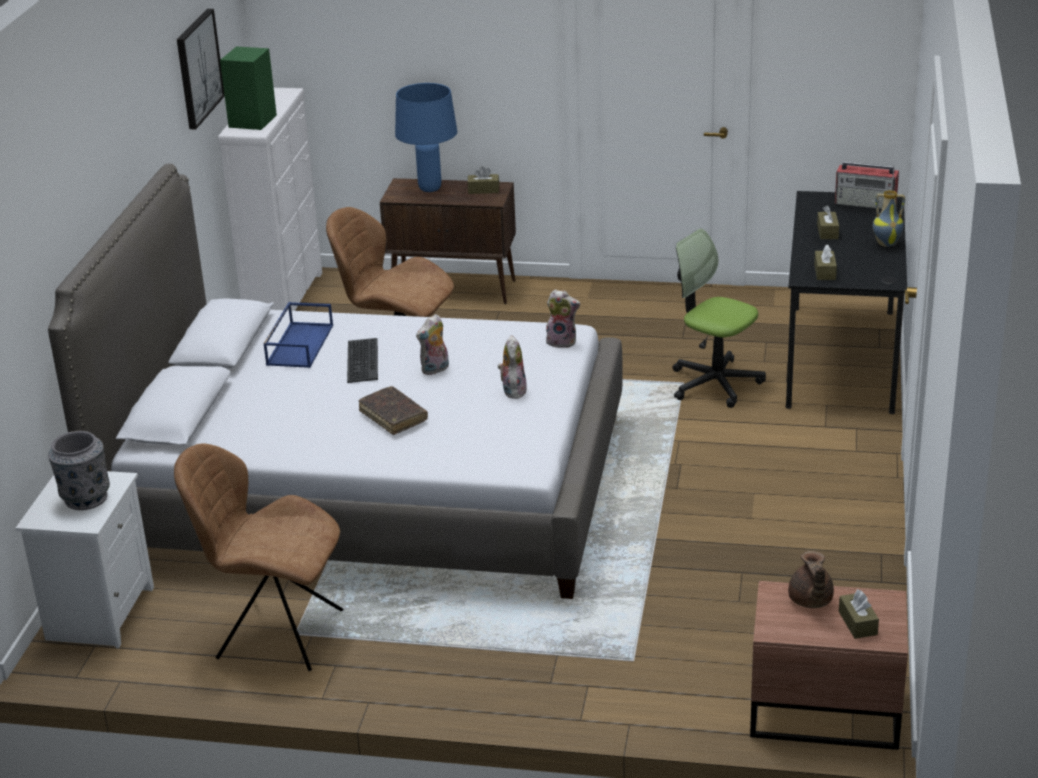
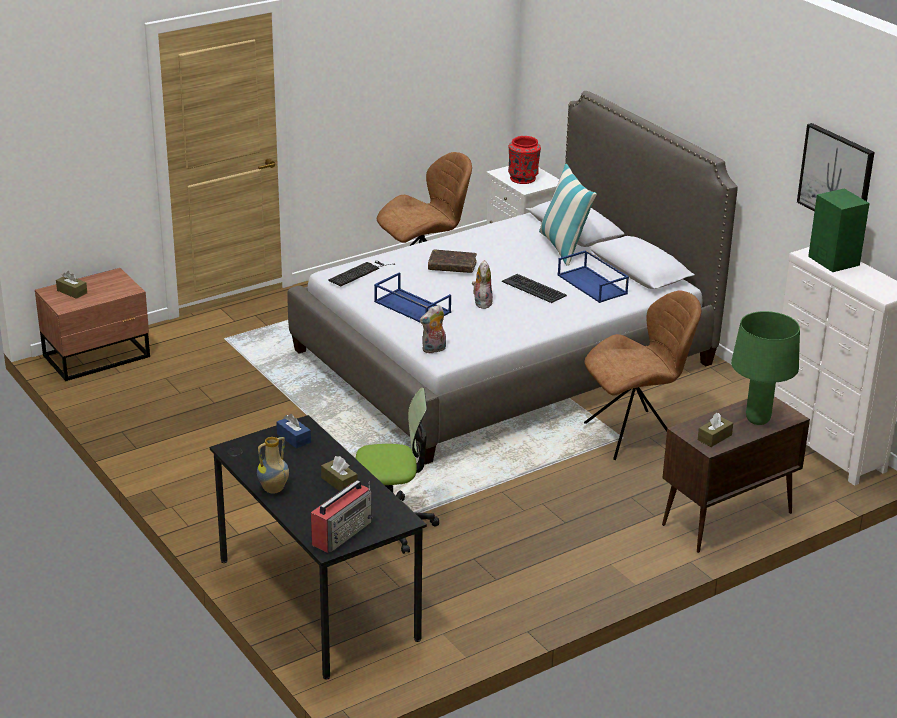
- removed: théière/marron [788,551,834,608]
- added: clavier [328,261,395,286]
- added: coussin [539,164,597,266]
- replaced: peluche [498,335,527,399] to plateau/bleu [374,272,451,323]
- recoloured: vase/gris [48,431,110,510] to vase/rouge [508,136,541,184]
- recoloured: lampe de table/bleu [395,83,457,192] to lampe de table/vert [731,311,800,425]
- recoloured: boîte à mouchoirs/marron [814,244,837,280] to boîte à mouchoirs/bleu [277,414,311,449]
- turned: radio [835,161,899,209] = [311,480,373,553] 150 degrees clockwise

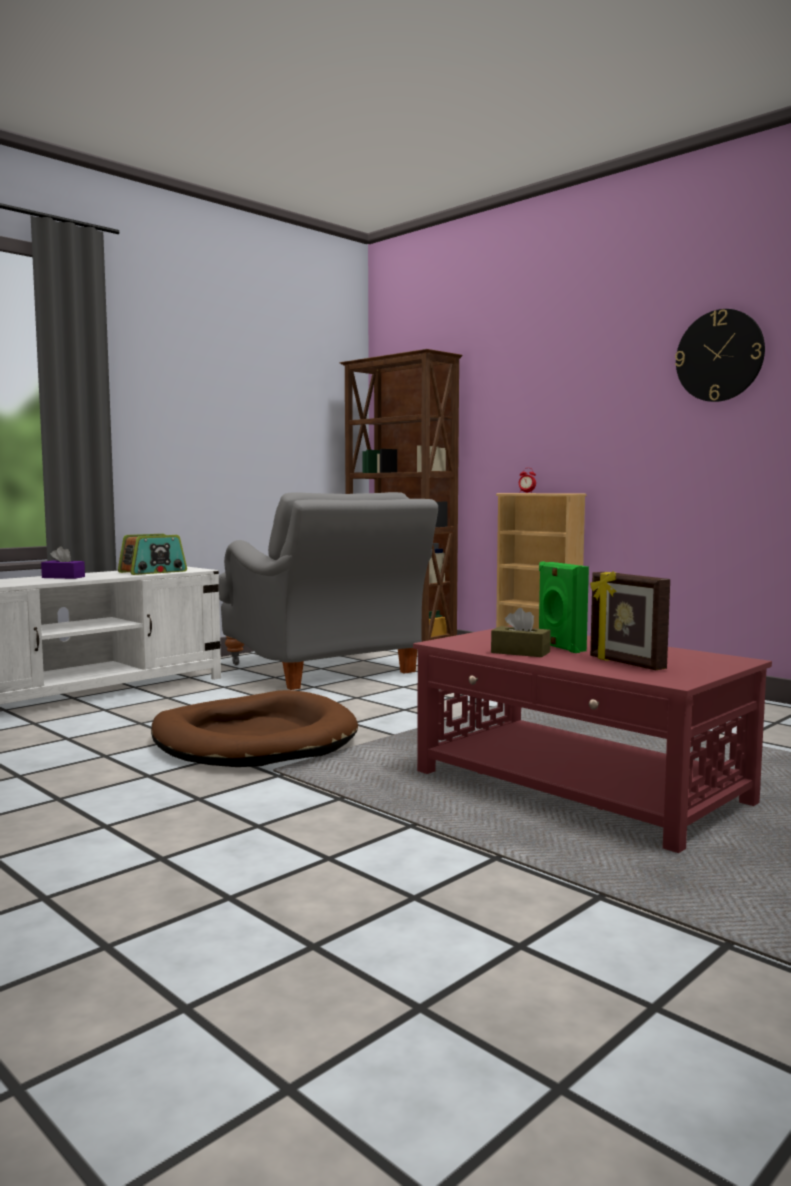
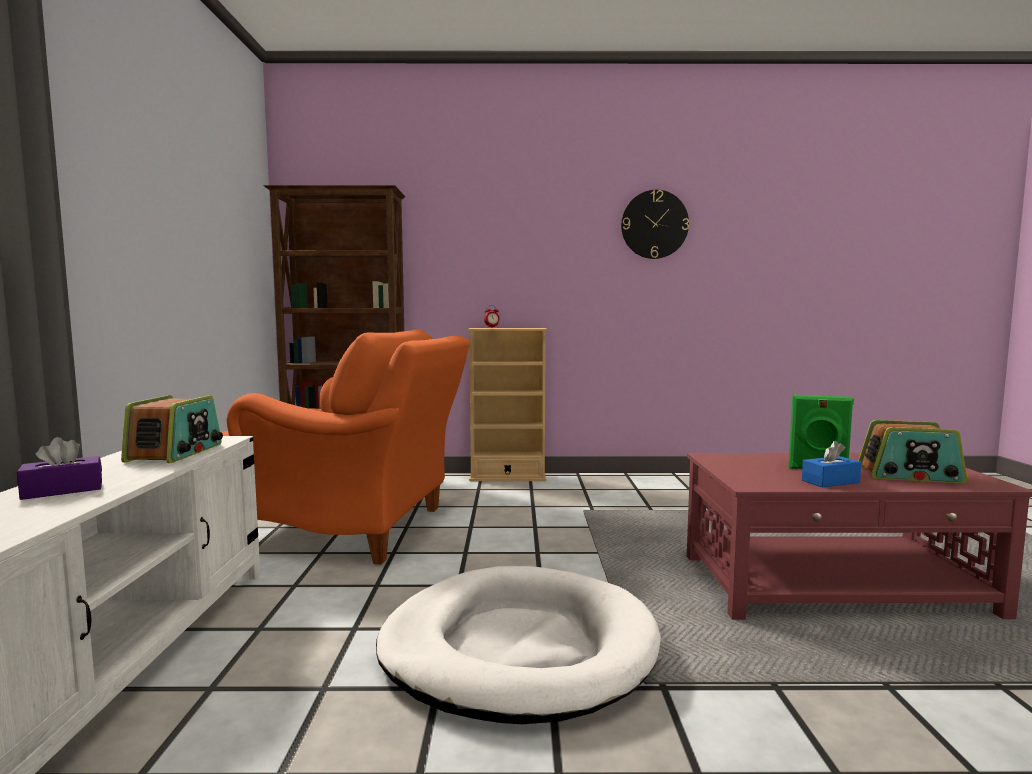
- replaced: cadre photo [590,571,670,670] to radio [858,420,967,483]
- recoloured: panier pour chien/marron [151,690,358,767] to panier pour chien/blanc [376,566,661,724]
- recoloured: fauteuil/gris [219,492,438,690] to fauteuil/orange [222,329,470,565]
- recoloured: boîte à mouchoirs/marron [491,608,551,657] to boîte à mouchoirs/bleu [802,441,861,487]

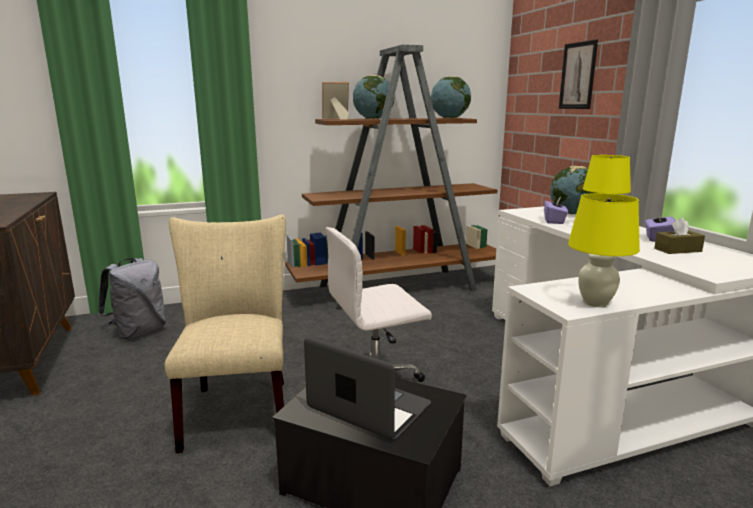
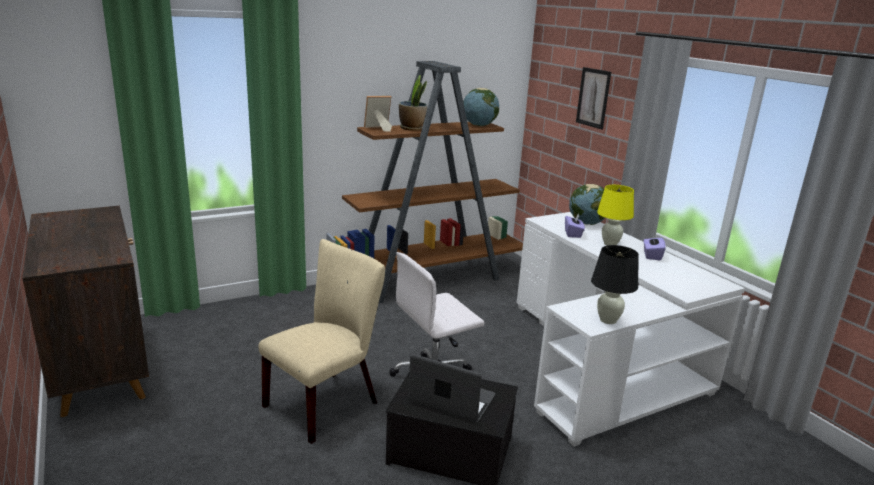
- removed: sac à dos/gris [98,258,166,340]
- removed: boîte à mouchoirs/marron [654,217,705,254]
- replaced: globe [353,75,395,119] to plante en pot [399,75,427,131]
- recoloured: lampe de table/jaune [568,193,640,307] to lampe de table/noir [591,245,639,324]
- turned: chaise/beige [164,214,286,453] = [259,239,385,444] 60 degrees clockwise

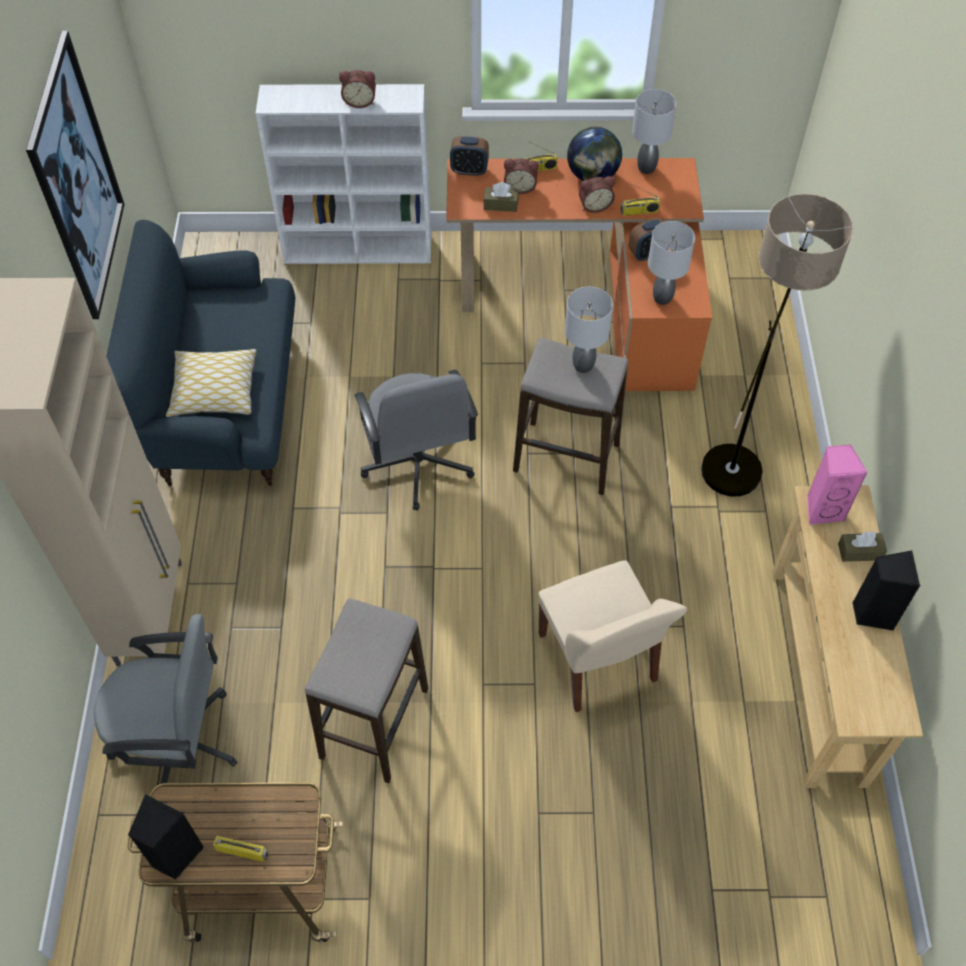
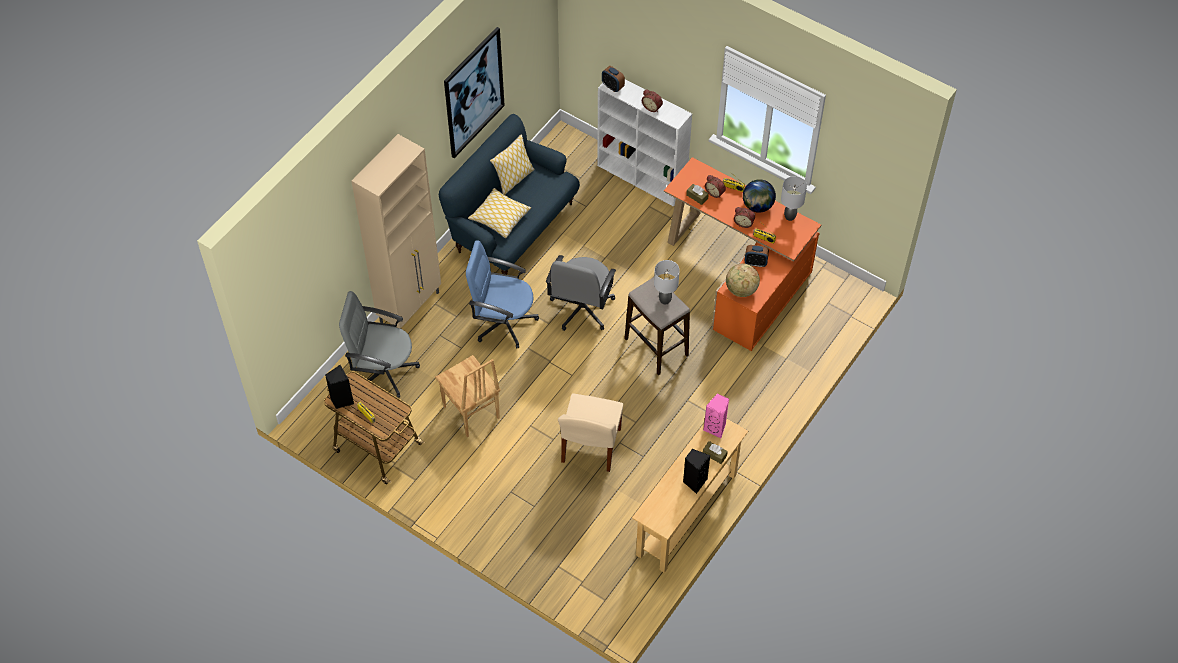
- removed: lampadaire [701,194,853,496]
- added: chaise de bureau/bleu [466,240,539,348]
- added: coussin [490,135,535,195]
- moved: réveil [450,136,489,176] to [602,66,625,92]
- replaced: tabouret [305,598,429,783] to chaise/marron [435,355,501,438]
- replaced: lampe de table/gris [648,221,695,305] to globe [726,263,760,297]
- turned: chaise de bureau/gris [94,614,237,784] = [339,291,420,398] 150 degrees clockwise

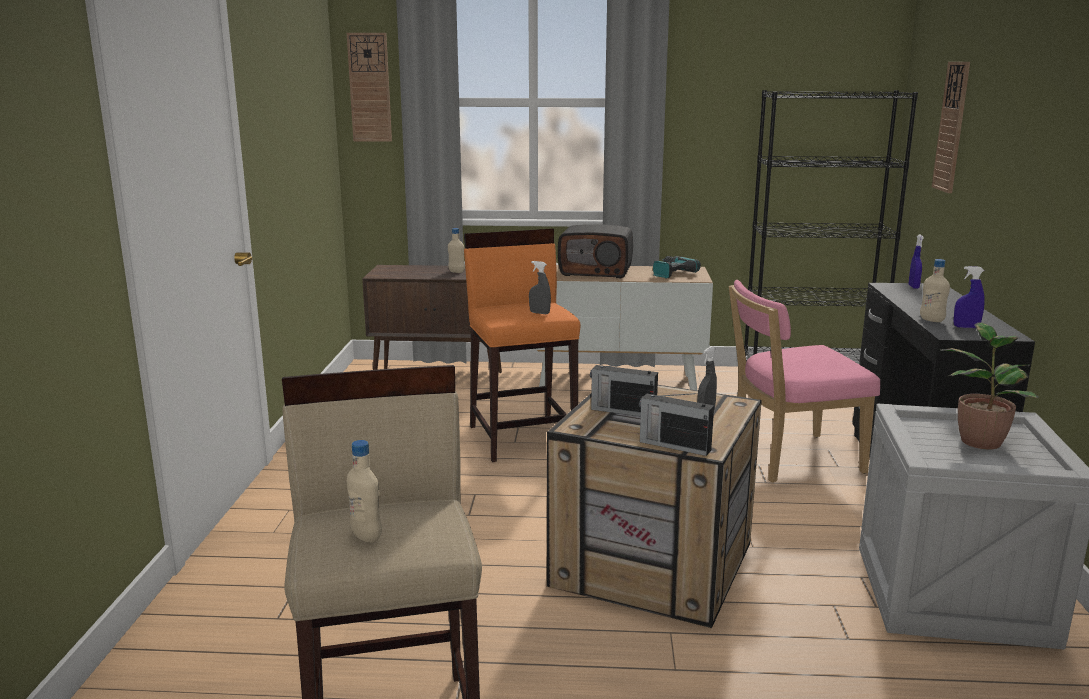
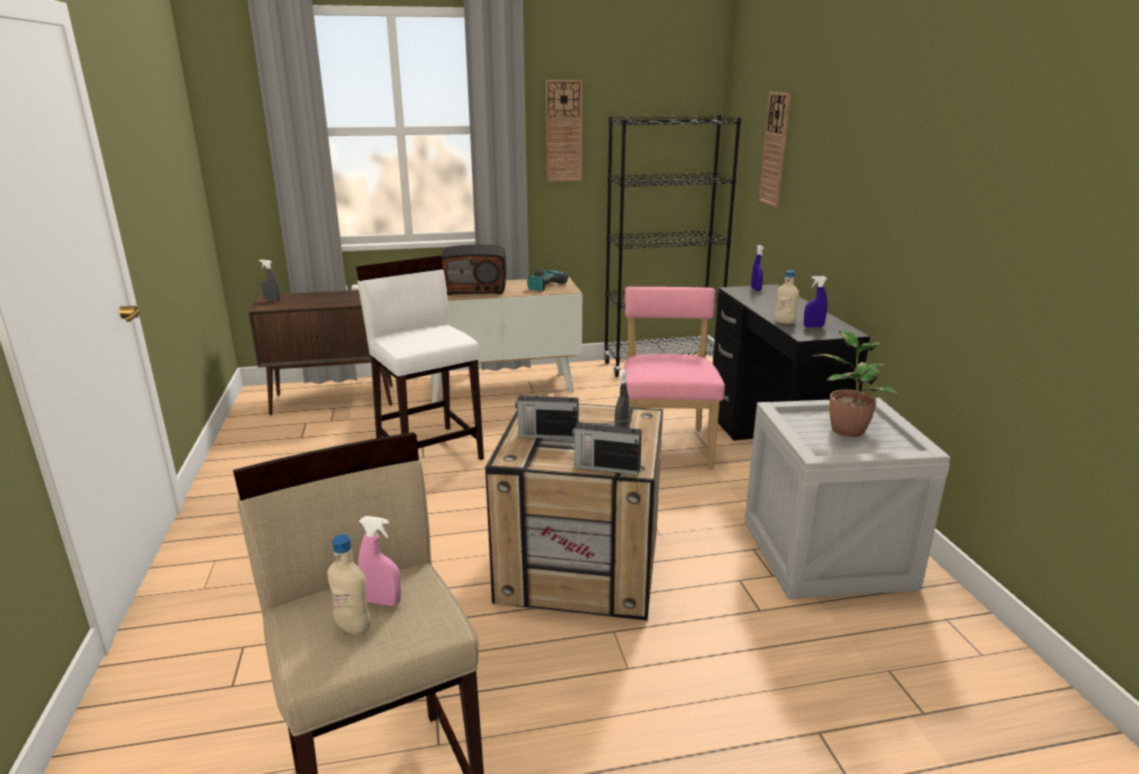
- removed: bouteille/beige [448,228,465,273]
- added: vaporisateur/rose [358,516,401,606]
- moved: horloge murale [347,33,392,142] to [546,80,582,181]
- moved: vaporisateur/gris [529,261,551,314] to [259,260,280,302]
- recoloured: tabouret/orange [464,229,580,462] to tabouret/blanc [356,256,484,460]
- turned: chaise/rose [728,280,880,482] = [623,287,725,468] 120 degrees clockwise

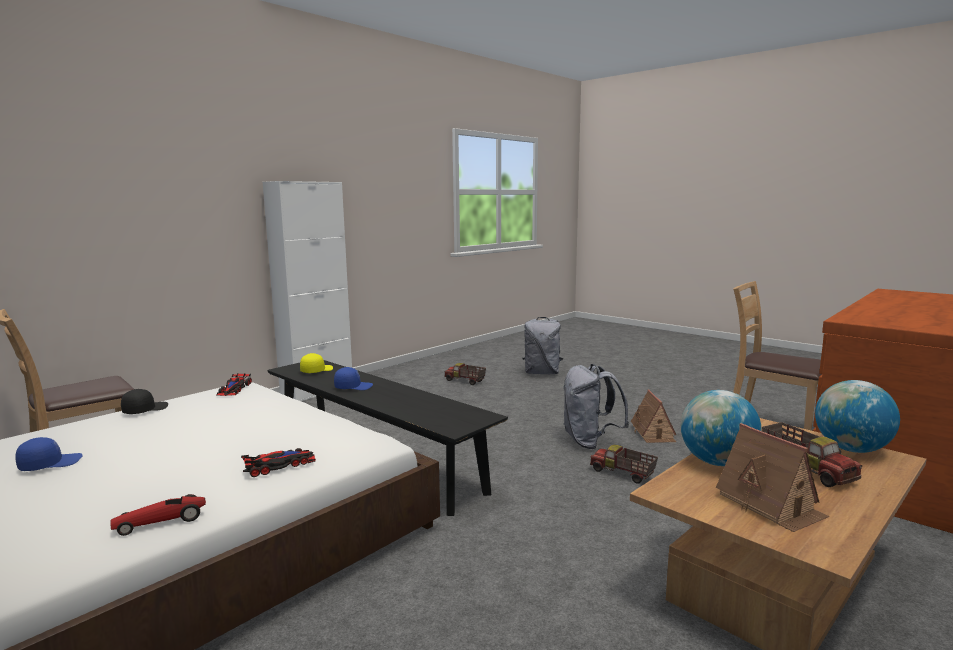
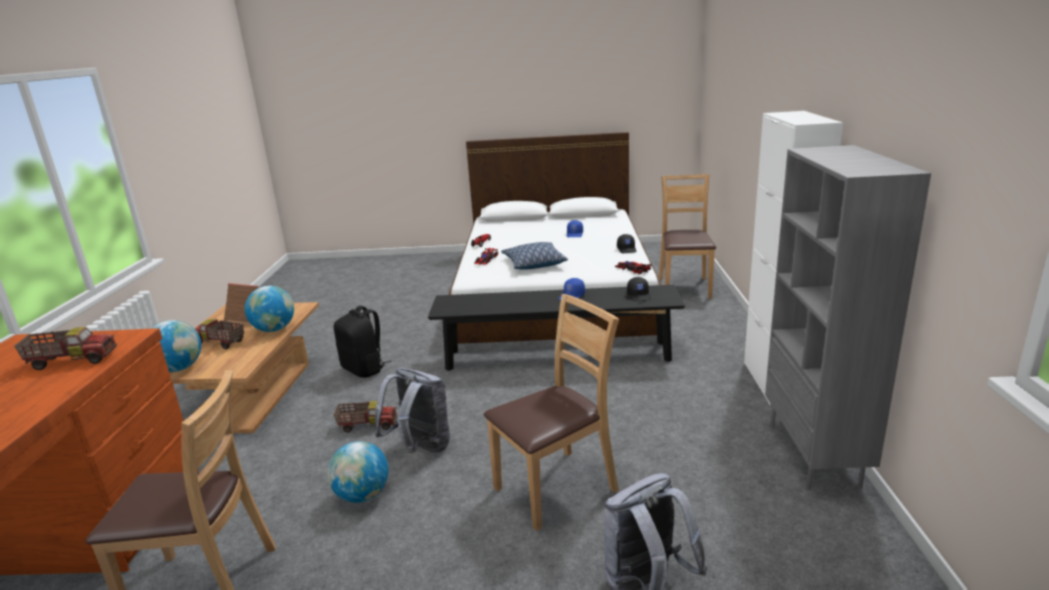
- added: sac à dos/noir [334,306,391,378]
- added: chaise/marron [484,294,619,531]
- added: coussin [501,242,568,270]
- added: bibliothèque/gris [765,145,931,490]
- moved: camion jouet [444,363,486,385] to [14,327,117,370]
- replaced: maison miniature [630,390,677,443] to globe [327,441,389,503]
- recoloured: casquette/jaune [300,353,333,373] to casquette/noir [627,277,651,301]

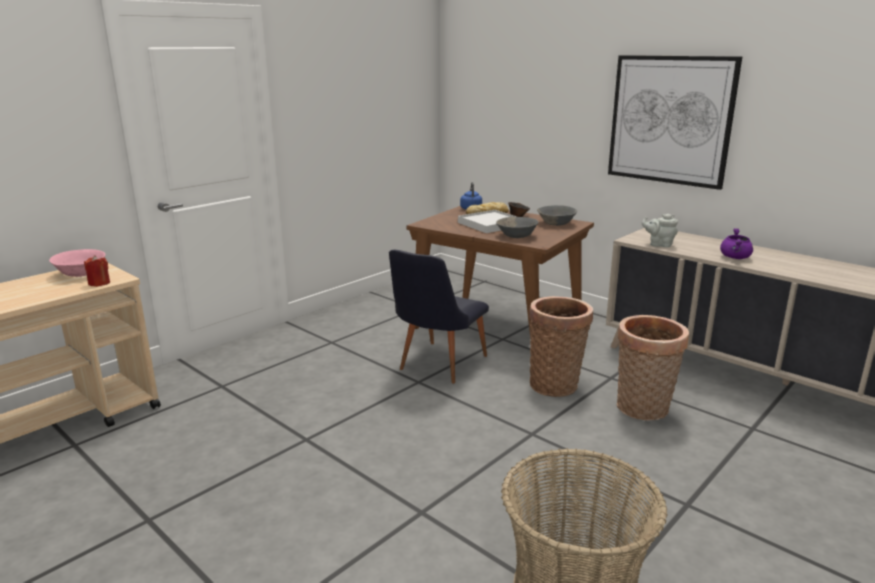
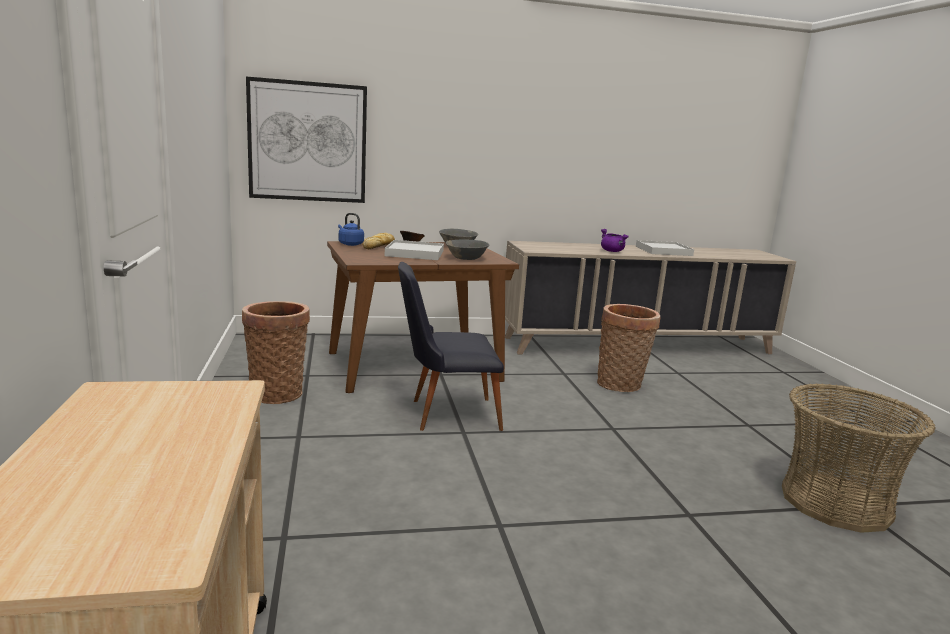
- removed: bol/rose [49,249,105,277]
- removed: bougie/rouge [84,255,110,287]
- removed: théière/gris [642,214,678,248]
- added: plateau/blanc [636,240,694,256]
- moved: panier [529,296,593,397] to [242,301,310,404]
- moved: tableau [608,55,742,190] to [246,76,367,203]
- turned: chaise/noir [389,250,489,384] = [398,262,504,431] 105 degrees clockwise

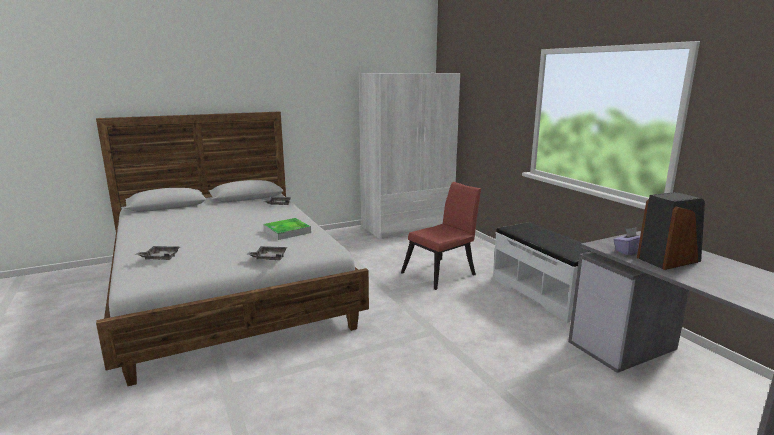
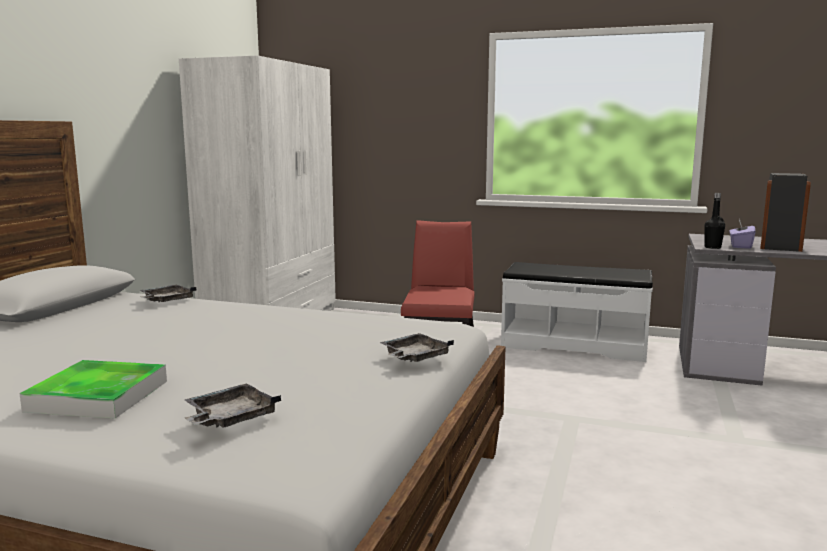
- added: bouteille/noir [704,193,725,249]
- moved: plateau [263,218,311,240] to [19,360,167,419]

